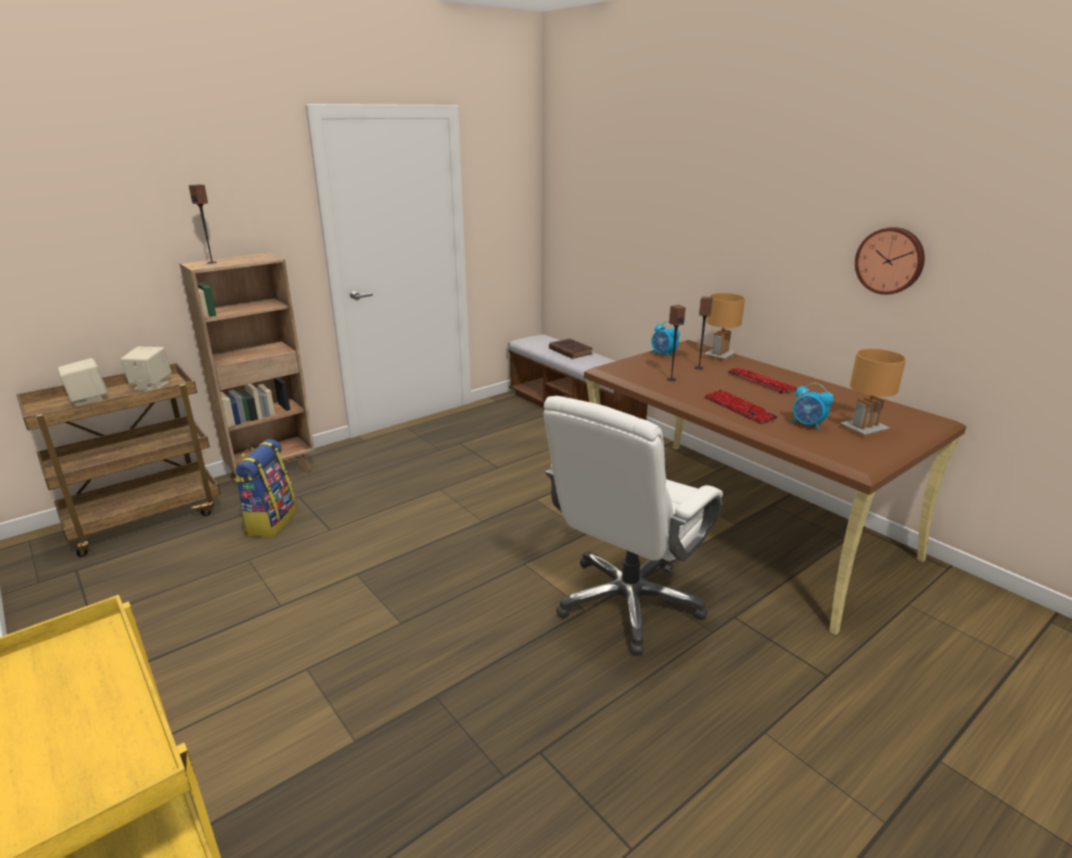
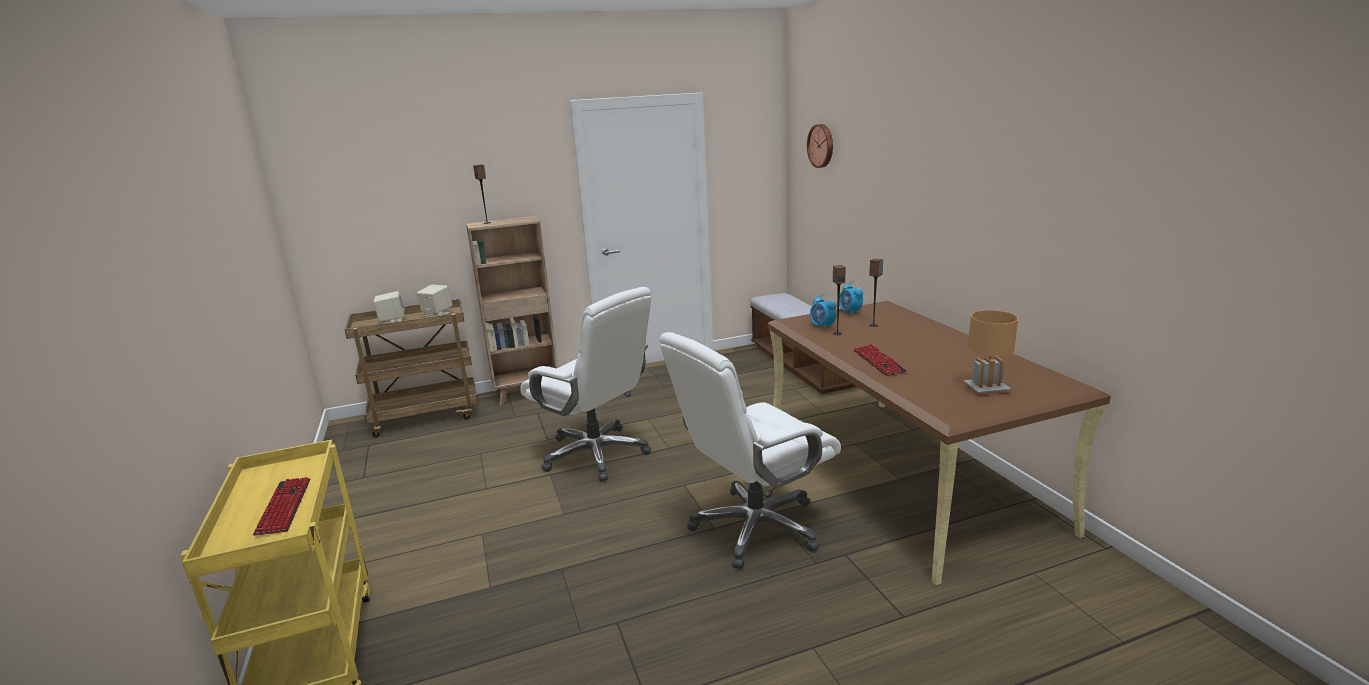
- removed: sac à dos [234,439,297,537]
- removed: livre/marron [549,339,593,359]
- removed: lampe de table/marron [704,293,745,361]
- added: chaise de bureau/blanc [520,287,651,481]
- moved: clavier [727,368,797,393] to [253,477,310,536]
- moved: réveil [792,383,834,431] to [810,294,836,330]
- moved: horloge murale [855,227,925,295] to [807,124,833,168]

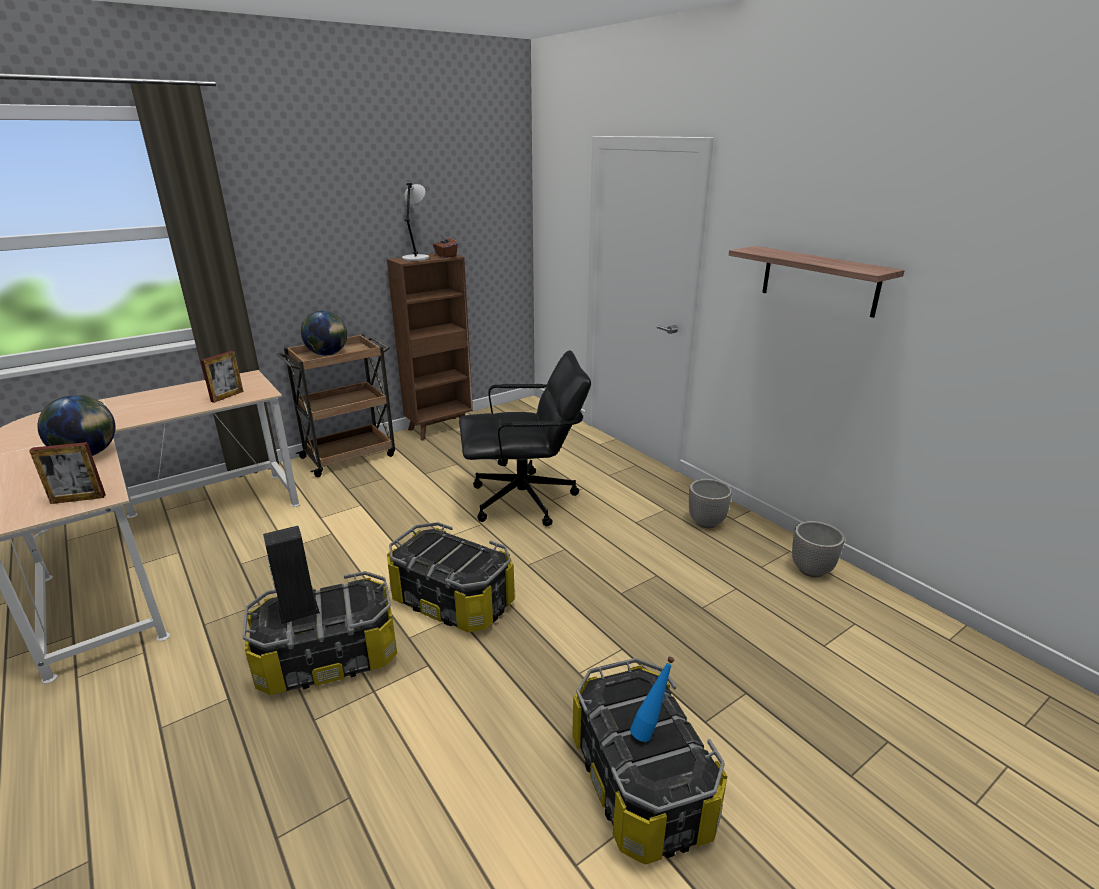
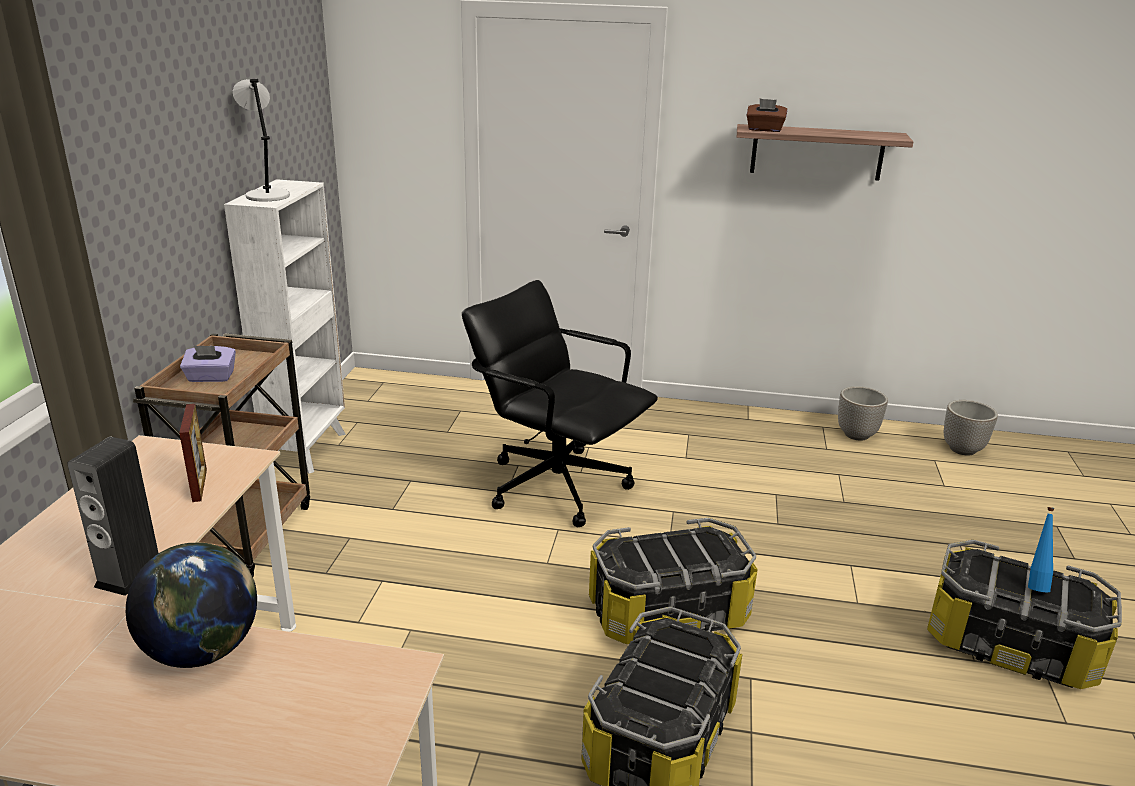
- removed: cadre photo [29,442,106,504]
- moved: enceinte [263,526,320,625] to [67,437,159,596]
- moved: boîte à mouchoirs/marron [433,235,458,258] to [747,98,788,132]
- moved: cache-pot [689,479,732,528] to [944,400,998,456]
- replaced: globe [301,311,347,356] to boîte à mouchoirs/violet [180,345,236,382]
- recoloured: bibliothèque/marron [387,254,473,441] to bibliothèque/blanc [224,179,346,474]
- turned: chaise de bureau/noir [459,350,591,526] = [462,280,658,527] 90 degrees counterclockwise

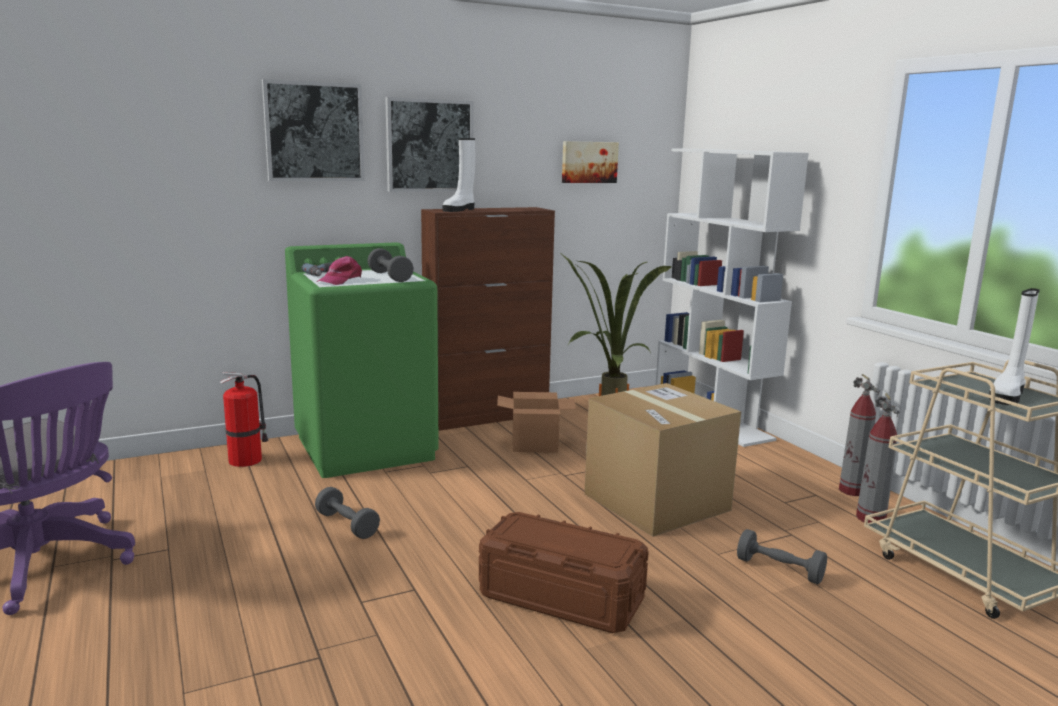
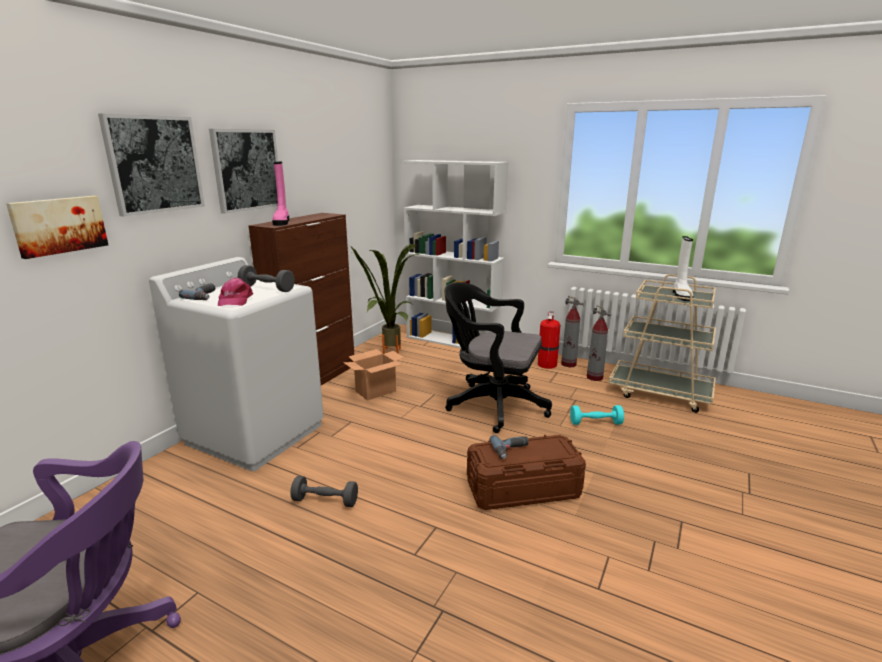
- added: perceuse [489,435,529,459]
- moved: extincteur [220,372,269,467] to [537,311,560,369]
- moved: tableau [562,141,619,183] to [6,196,108,259]
- replaced: carton [584,383,741,537] to chaise de bureau/noir [444,282,552,433]
- recoloured: lave-linge/vert [285,242,439,478] to lave-linge/blanc [149,257,324,471]
- recoloured: botte/blanc [443,138,475,212] to botte/rose [272,162,289,226]
- recoloured: haltère/gris [737,529,827,584] to haltère/turquoise [570,405,624,425]

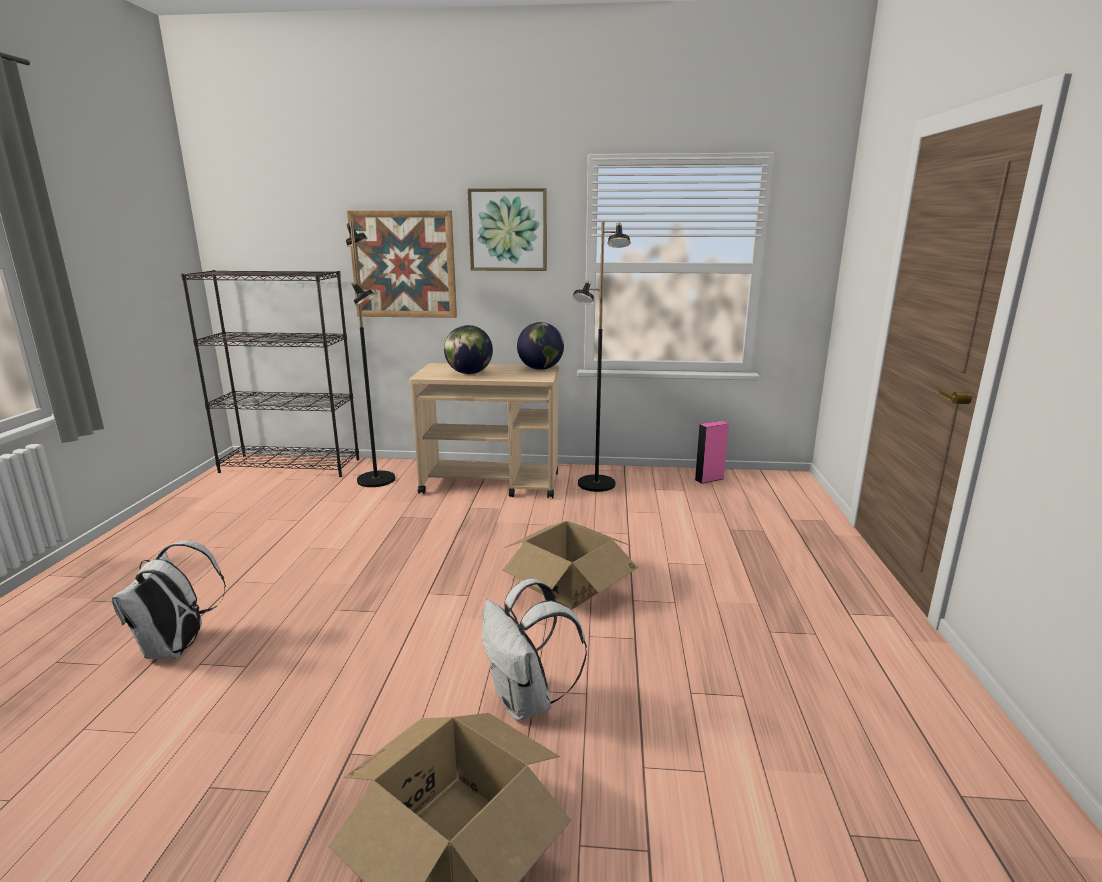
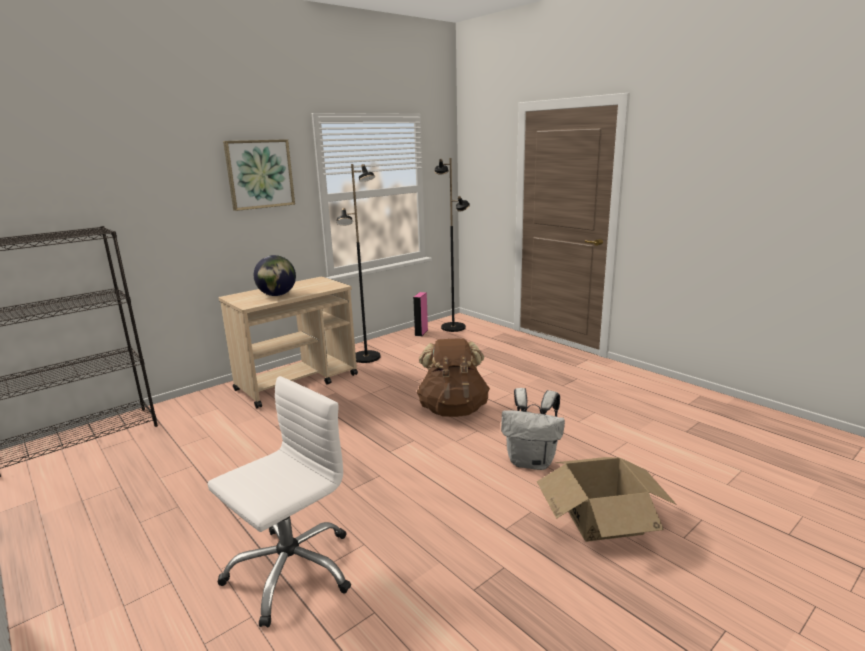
- removed: tableau [347,210,457,318]
- removed: globe [517,322,564,370]
- moved: lampadaire/noir [346,222,395,487] to [434,158,470,332]
- replaced: sac à dos/blanc [111,541,226,659] to chaise de bureau/blanc [207,376,351,627]
- replaced: carton [503,521,638,609] to sac à dos/marron [417,338,490,417]

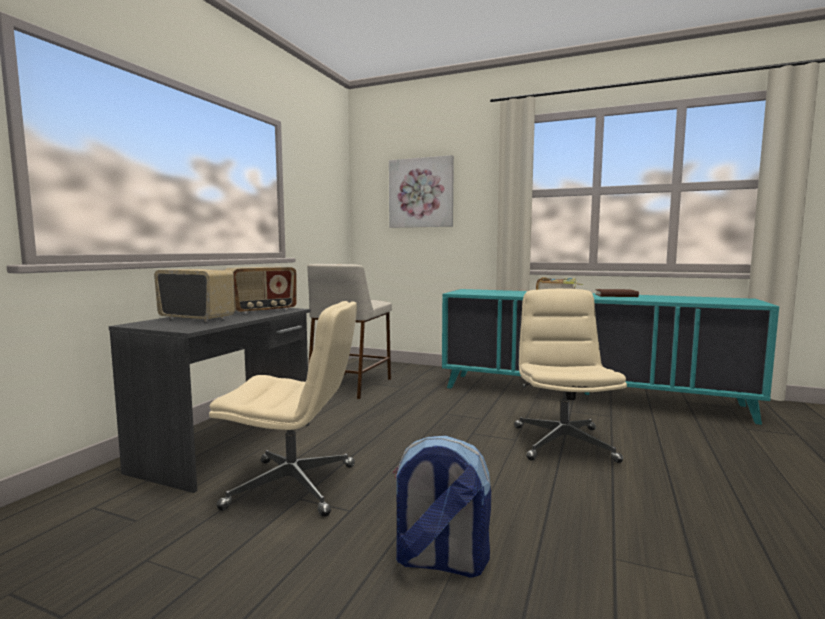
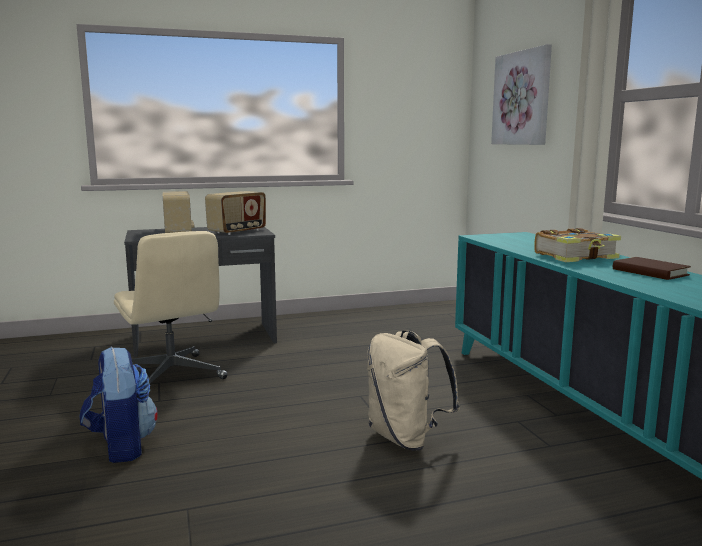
- removed: tabouret/beige [307,264,392,399]
- replaced: chaise de bureau/beige [514,289,627,463] to sac à dos/beige [367,330,460,451]
- turned: radio [224,267,297,314] = [205,191,266,235] 60 degrees counterclockwise

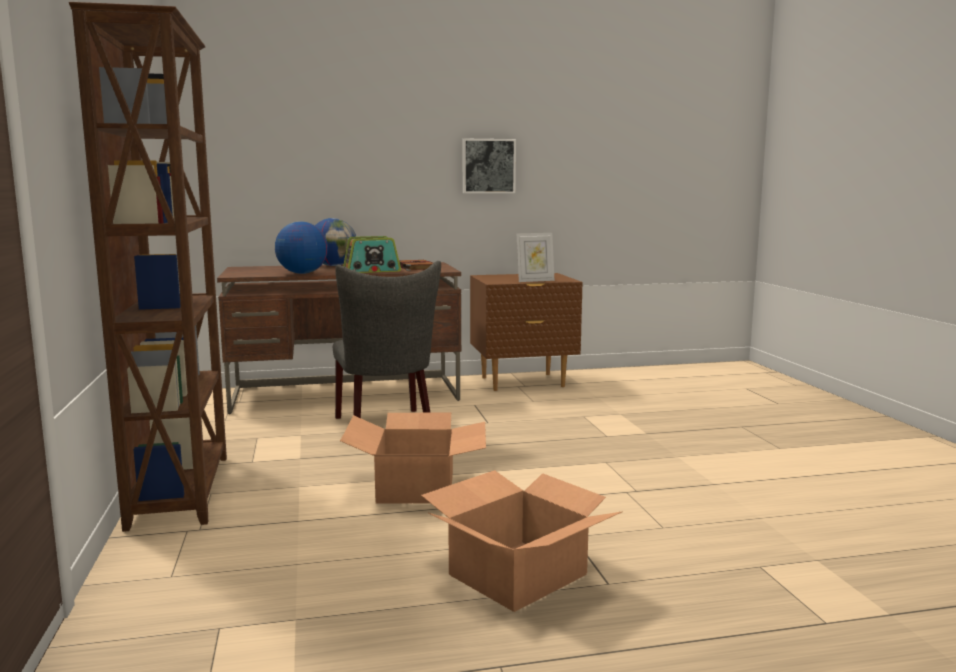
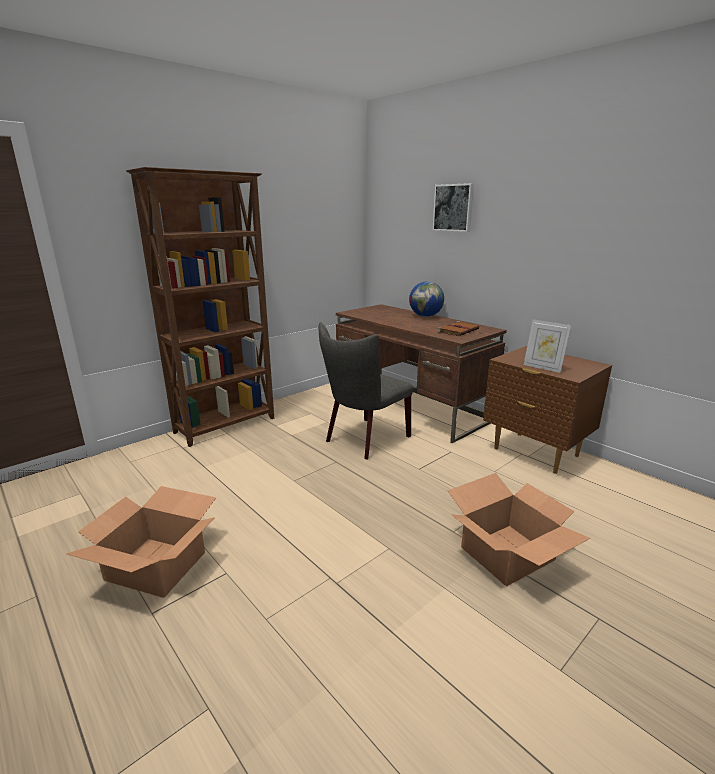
- removed: globe [275,221,328,274]
- removed: radio [343,236,401,273]
- moved: carton [340,413,486,503] to [448,473,591,587]
- moved: tableau [463,139,516,193] to [432,183,474,232]

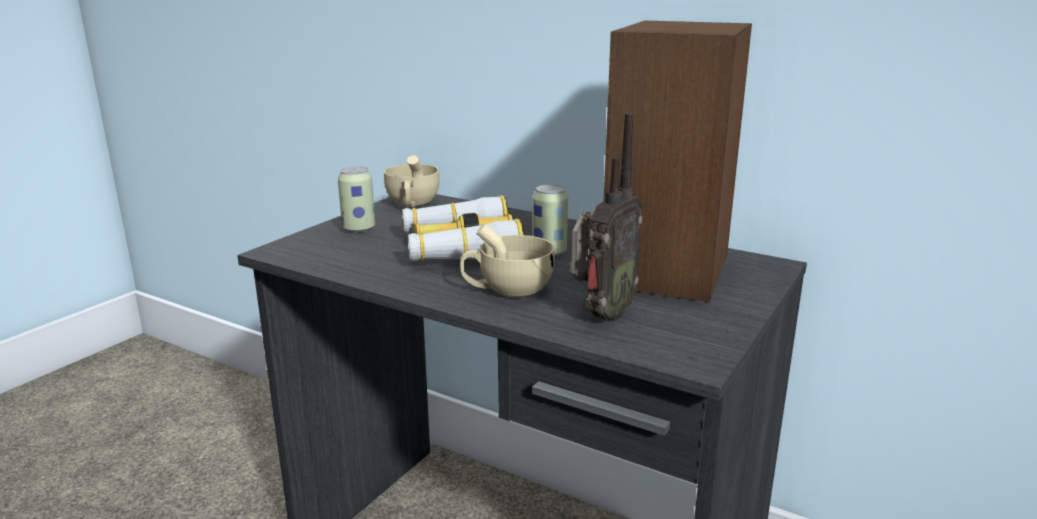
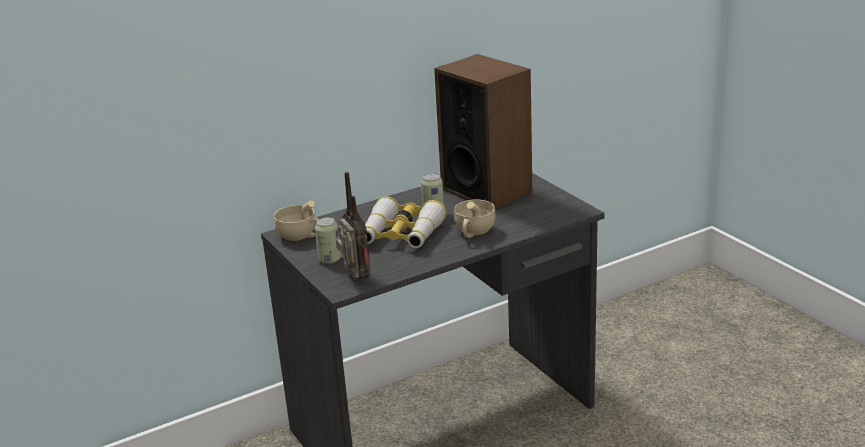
- moved: radio [571,113,643,321] to [336,172,370,280]

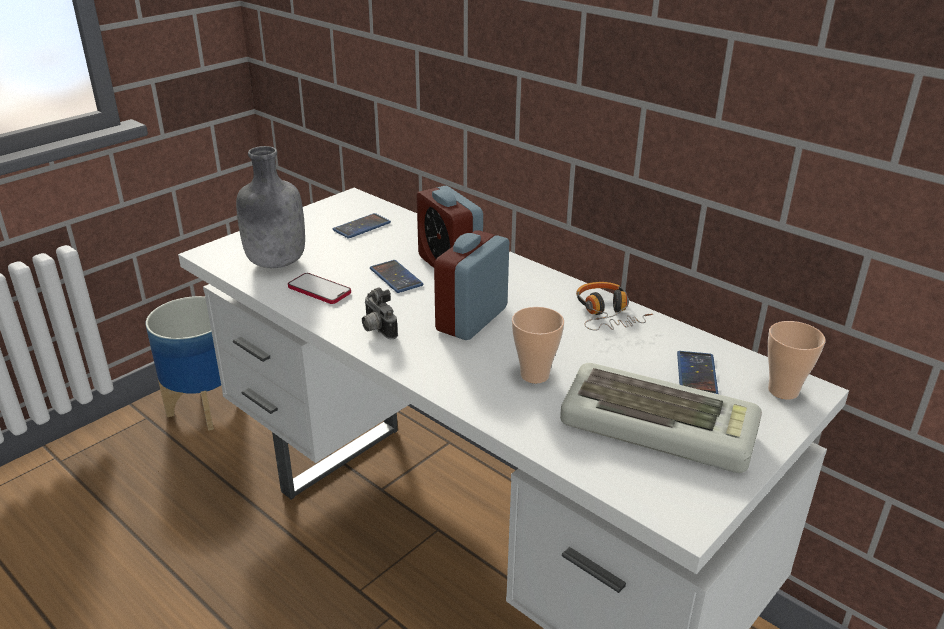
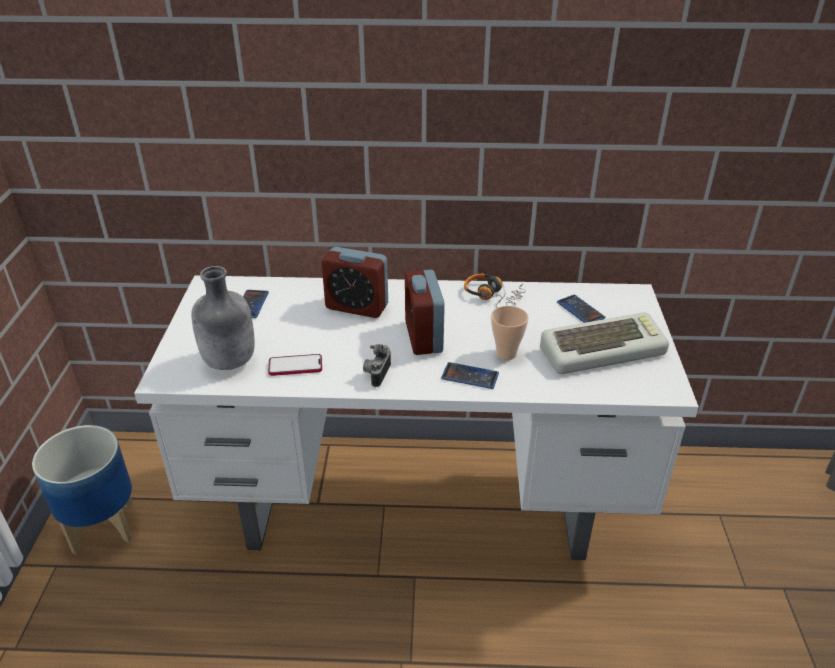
- removed: tasse [768,321,826,400]
- moved: téléphone [370,260,424,293] to [441,362,499,389]
- turned: appareil photo [362,287,398,339] = [363,344,391,387] 90 degrees clockwise

